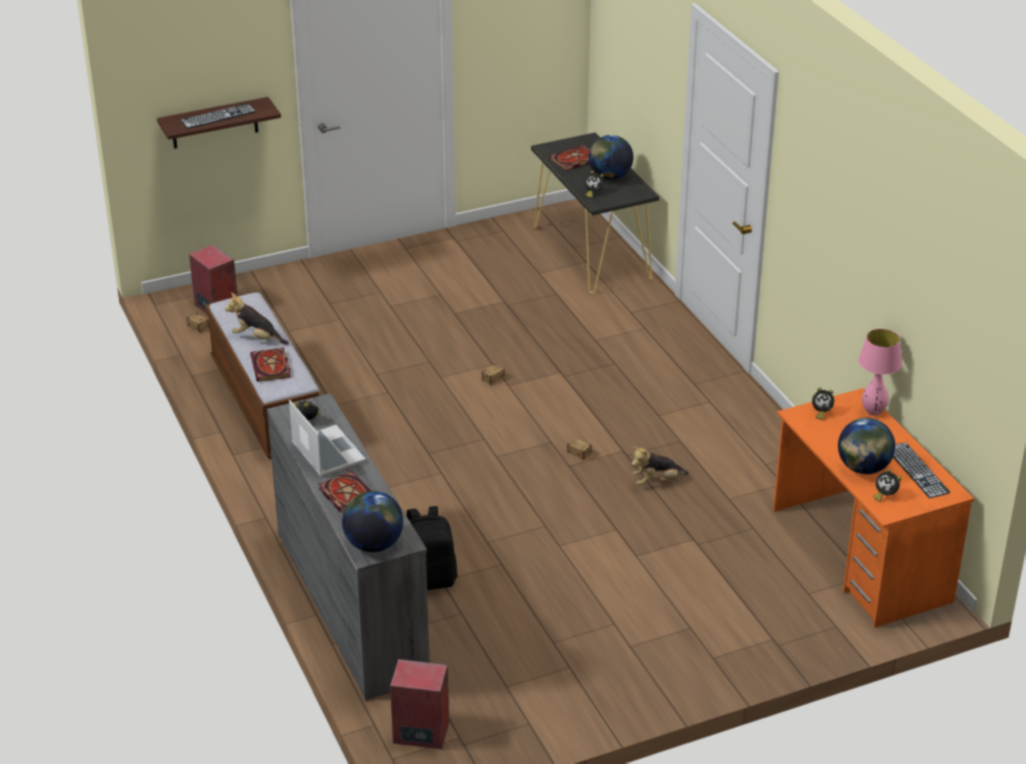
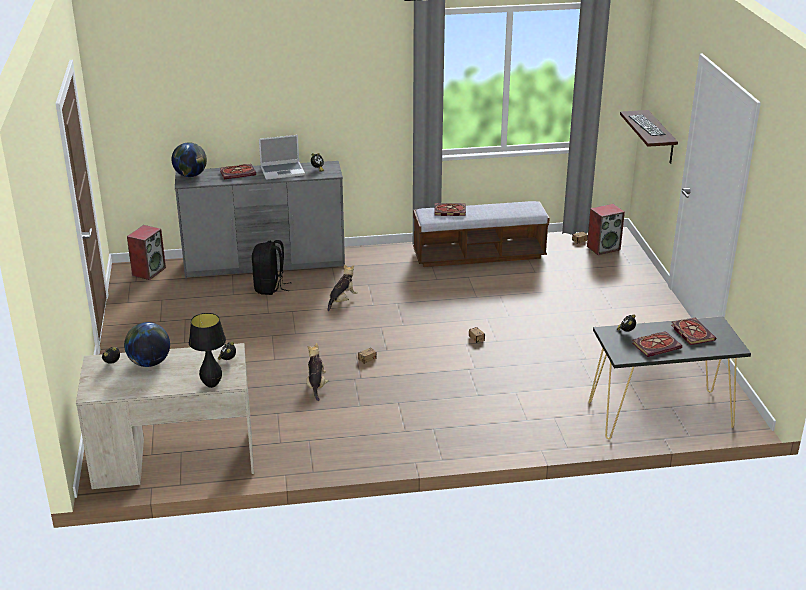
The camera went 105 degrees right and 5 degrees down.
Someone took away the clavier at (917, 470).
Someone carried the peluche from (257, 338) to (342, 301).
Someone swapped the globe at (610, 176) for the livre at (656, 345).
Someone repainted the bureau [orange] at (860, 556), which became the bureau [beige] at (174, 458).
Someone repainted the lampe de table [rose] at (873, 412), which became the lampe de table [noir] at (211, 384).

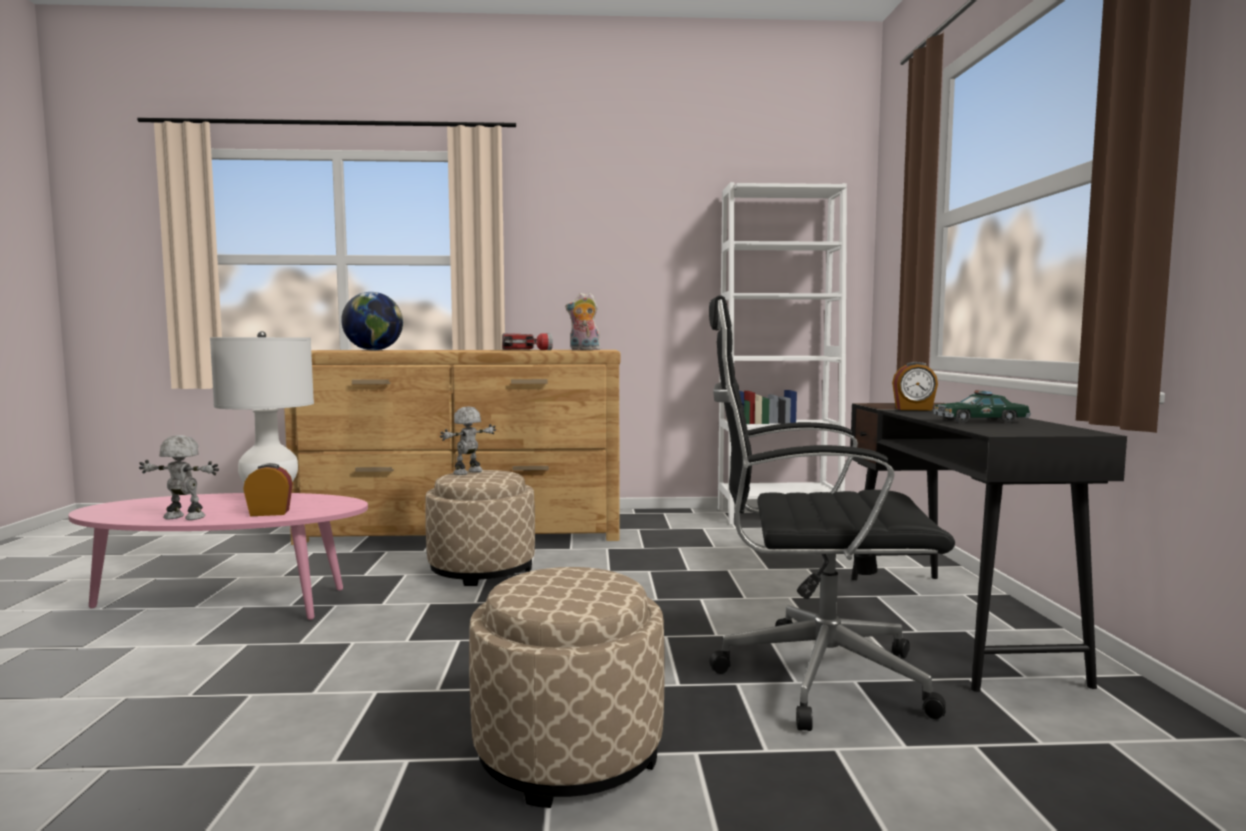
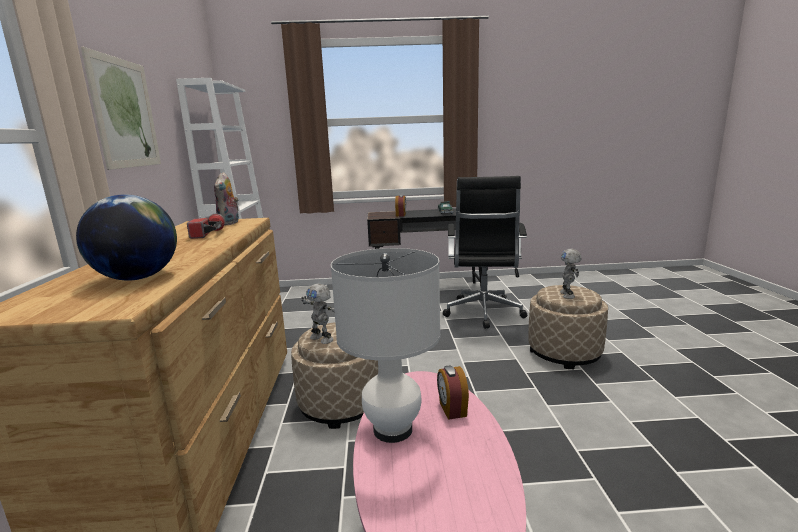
The camera went 90 degrees left and 10 degrees up.
Someone put up the tableau at (125, 113).
Someone carried the robot jouet from (183, 518) to (568, 295).

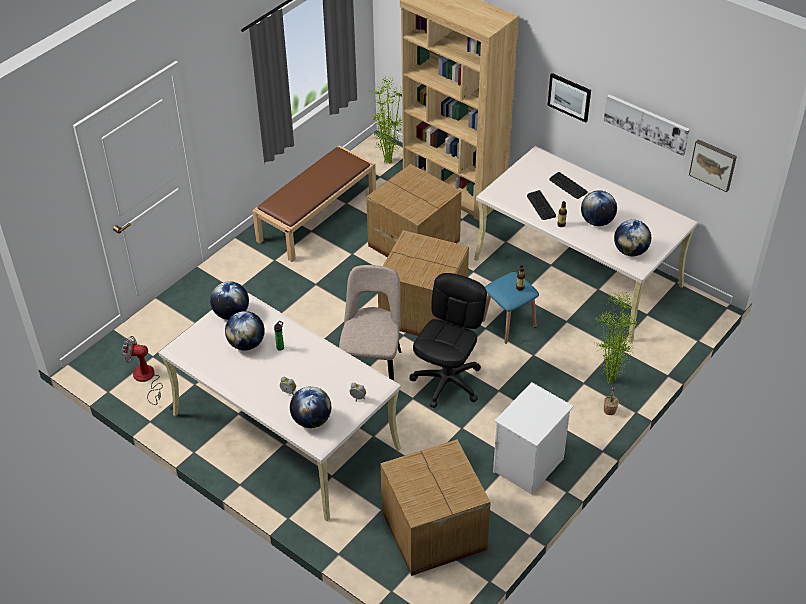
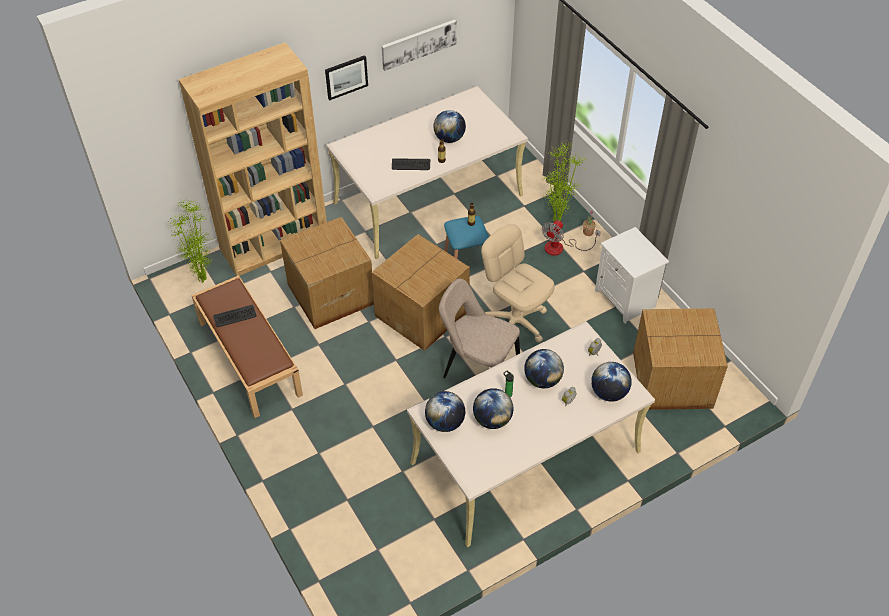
The camera went 70 degrees left and 5 degrees up.
Someone took away the tableau at (713, 164).
Someone carried the ventilateur from (146, 379) to (561, 248).
Someone carried the clavier from (567, 186) to (235, 316).
Someone carried the globe from (630, 251) to (542, 380).
Someone repainted the chaise de bureau [noir] at (447, 382), which became the chaise de bureau [beige] at (515, 322).

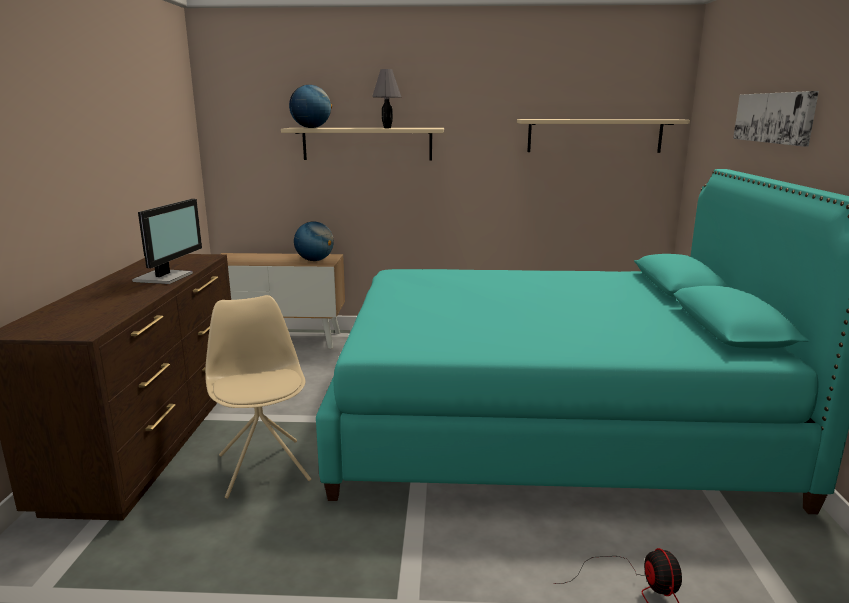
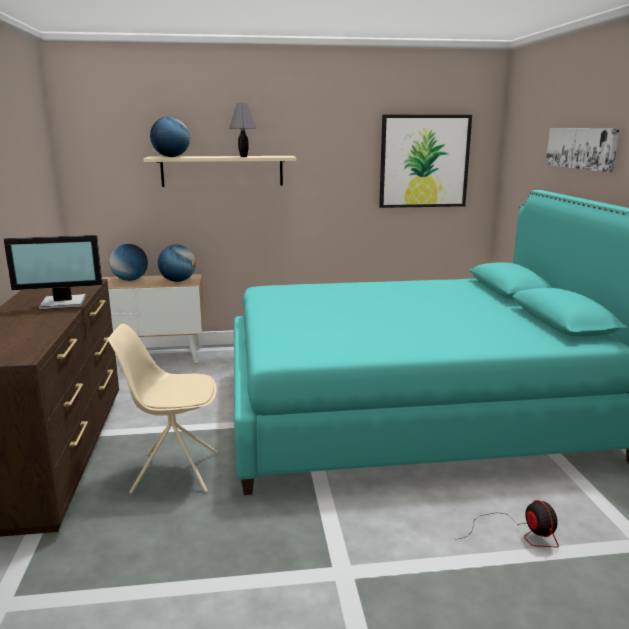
The camera went 10 degrees left and 0 degrees up.
Someone put down the globe at (130, 280).
Someone swapped the étagère [beige] at (594, 135) for the tableau at (424, 161).
Someone rotated the écran d'ordinateur at (166, 277) by 75 degrees clockwise.
Someone rotated the chaise [beige] at (263, 466) by 60 degrees counterclockwise.

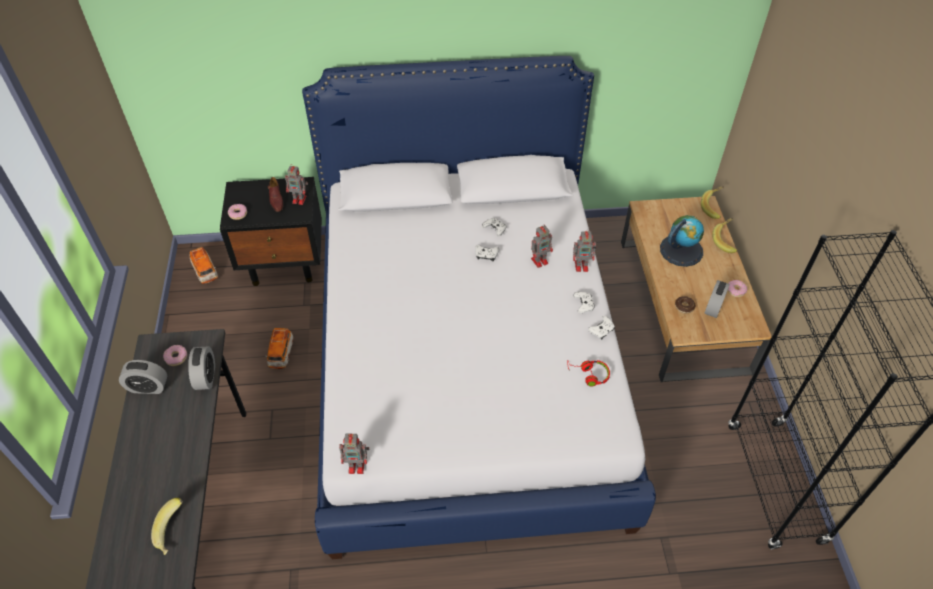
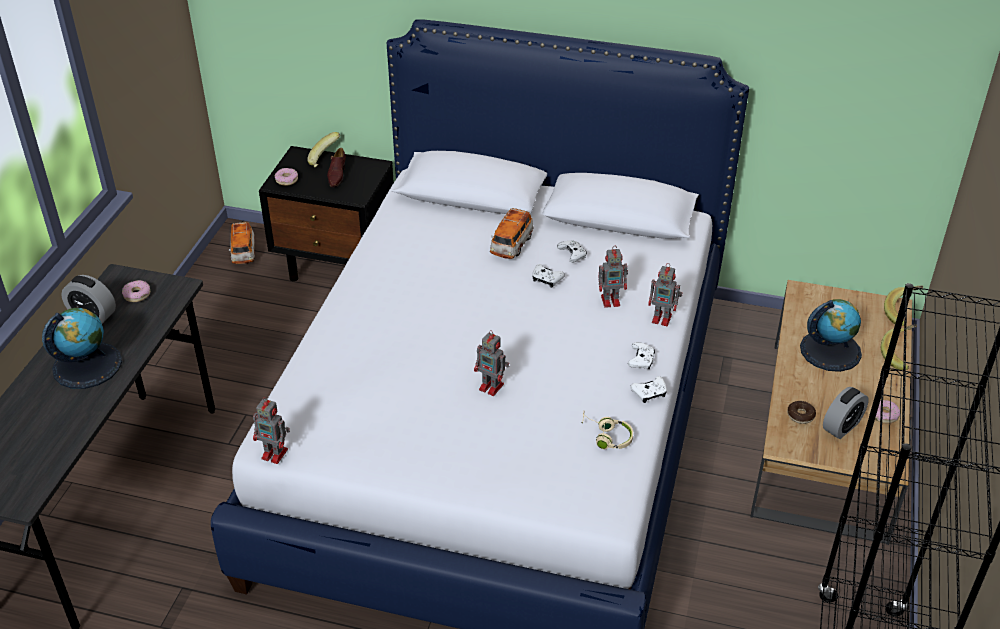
The camera went 20 degrees right and 10 degrees down.
Someone took away the réveil at (206, 377).
Someone put down the globe at (87, 365).
Someone carried the banane from (173, 532) to (325, 160).
Someone carried the petite voiture from (281, 354) to (511, 245).
Someone carried the robot jouet from (300, 199) to (492, 387).
Someone repainted the casque audio [rouge] at (588, 375), which became the casque audio [beige] at (606, 436).

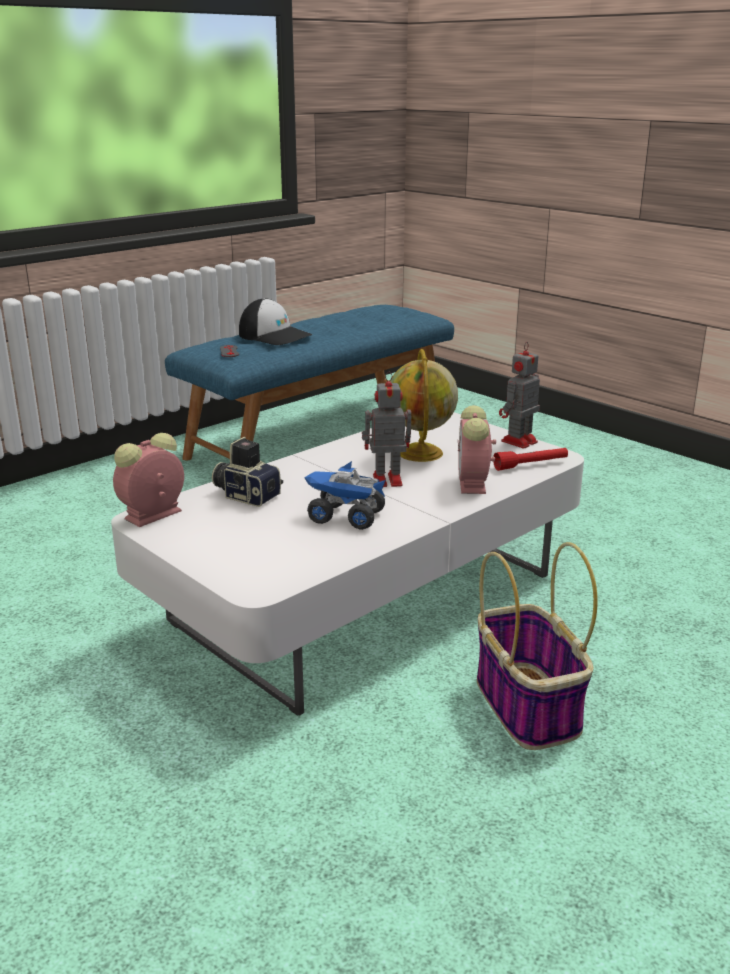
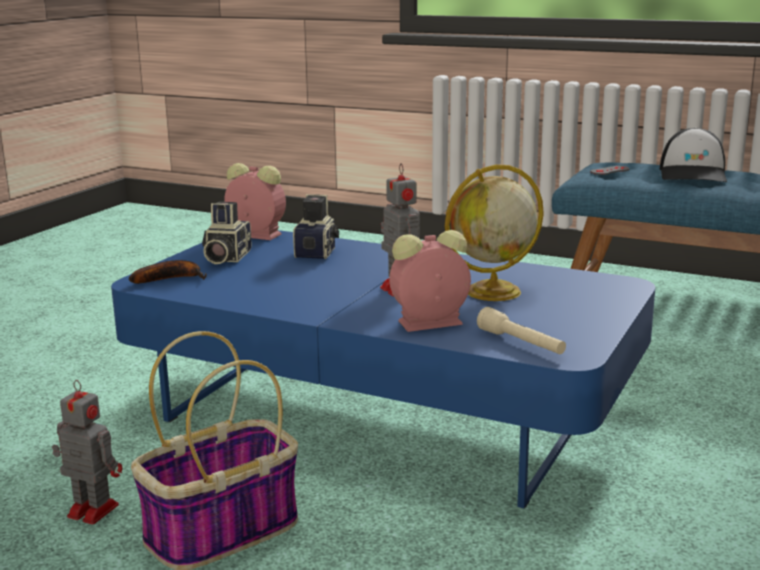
The camera went 70 degrees right and 5 degrees down.
Someone took away the camion jouet at (345, 517).
Someone put down the banane at (171, 279).
Someone put down the appareil photo at (225, 258).
Someone carried the robot jouet from (518, 442) to (91, 510).
Someone repainted the table basse [blanc] at (364, 598), which became the table basse [bleu] at (381, 412).
Someone repainted the lampe de poche [rouge] at (531, 465), which became the lampe de poche [beige] at (521, 343).

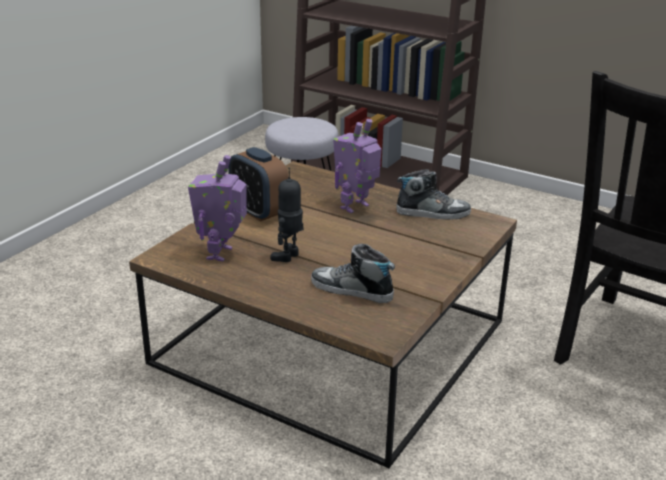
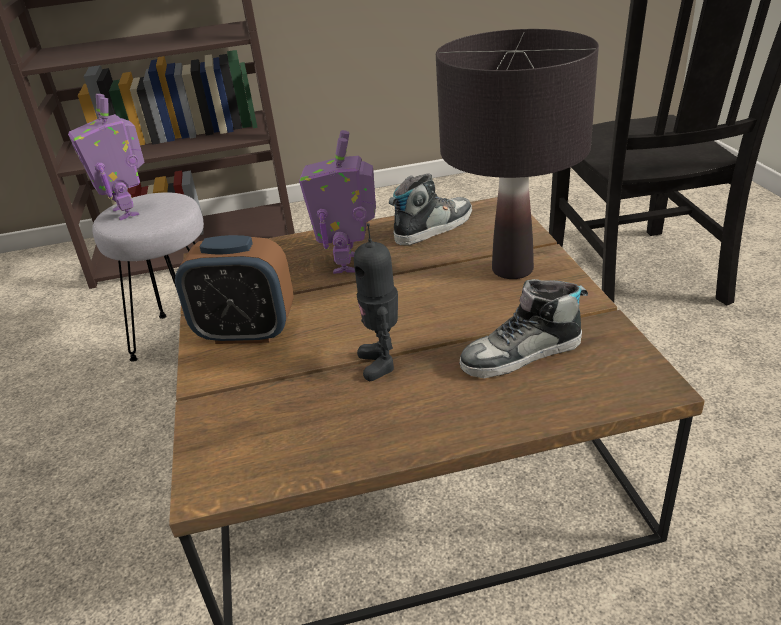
The camera went 40 degrees left and 5 degrees up.
Someone put down the lampe de table [noir] at (513, 269).
Someone carried the robot jouet from (221, 253) to (128, 211).

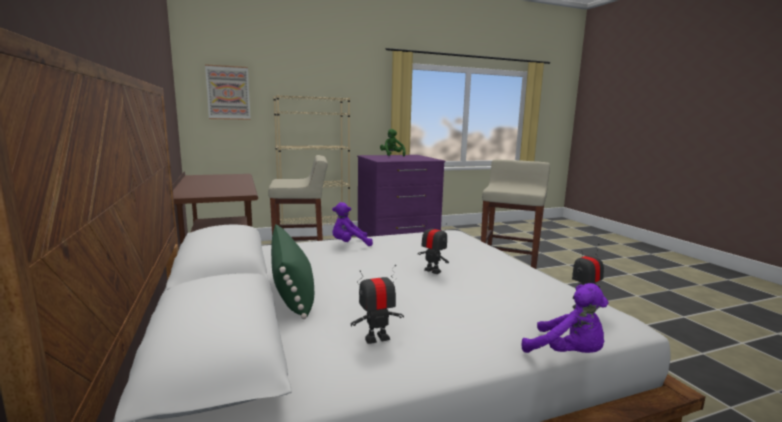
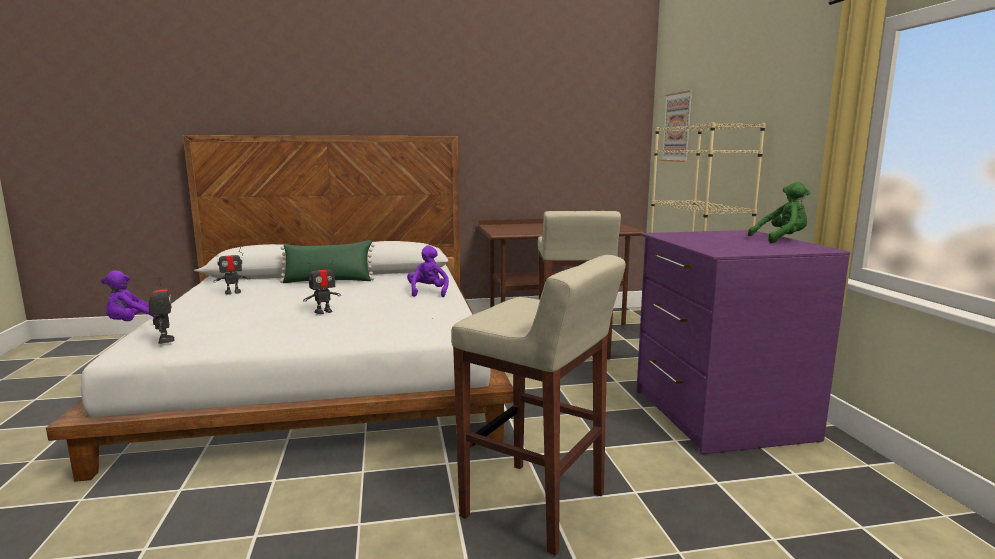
The camera went 100 degrees right and 0 degrees up.
Someone rotated the robot jouet at (377, 338) by 75 degrees clockwise.

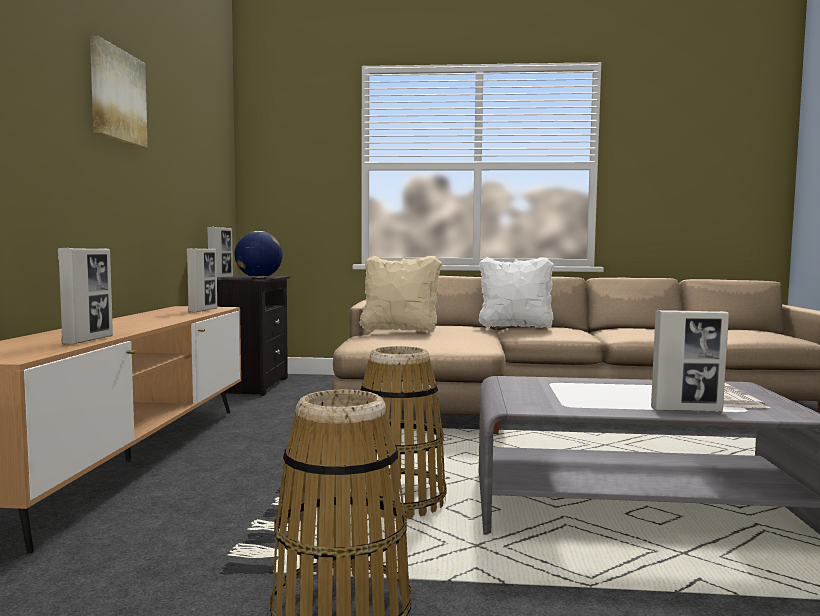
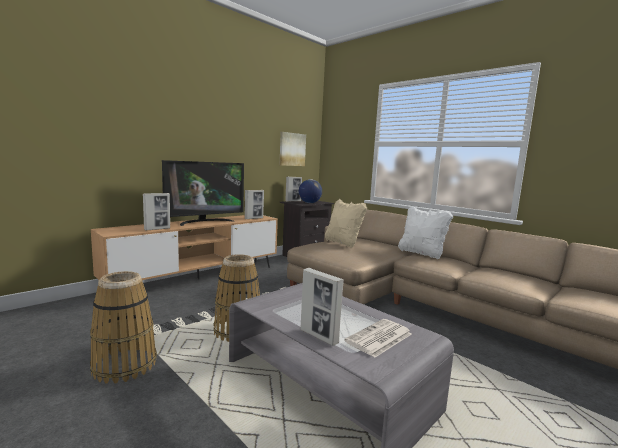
The camera went 40 degrees right and 5 degrees up.
Someone put down the téléviseur at (204, 222).
Someone carried the tableau from (116, 95) to (292, 149).

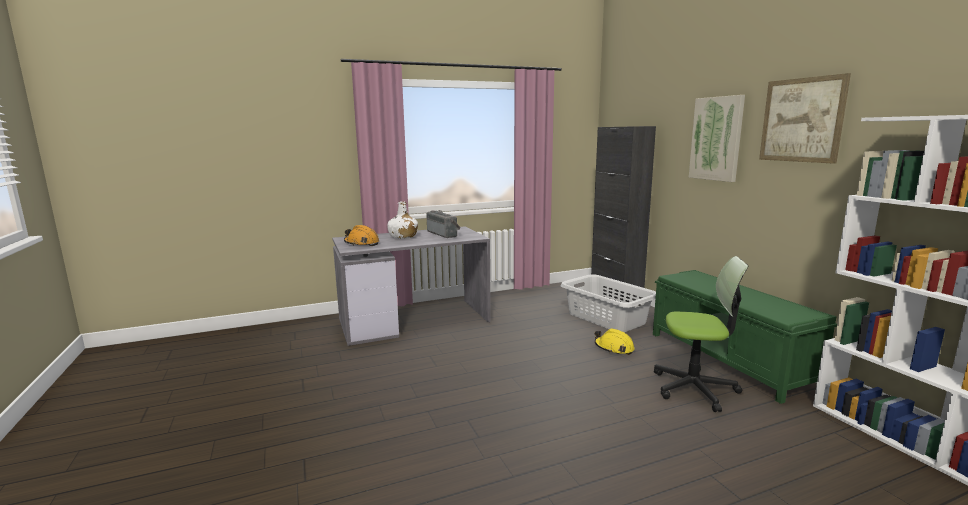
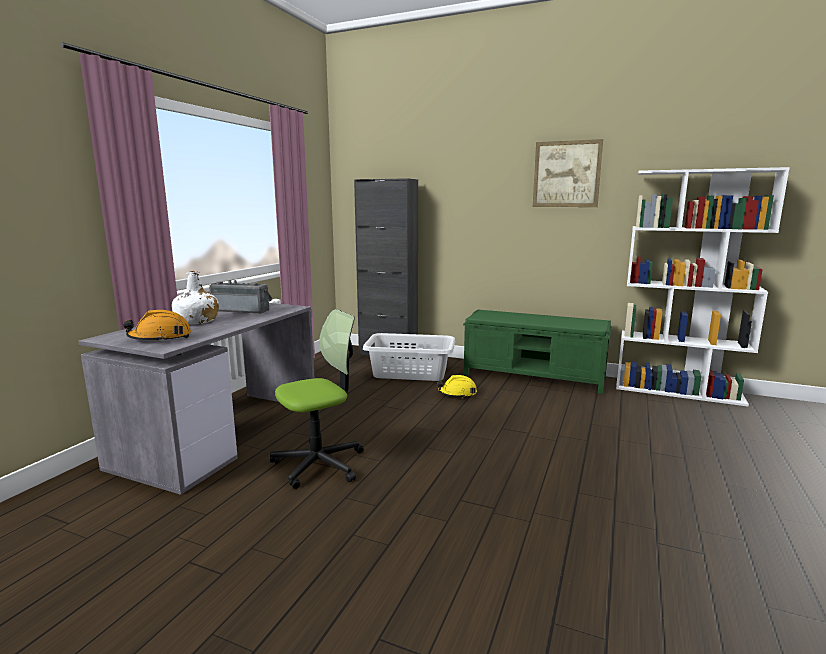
The camera went 45 degrees left and 0 degrees up.
Someone took away the tableau at (716, 138).
Someone carried the chaise de bureau from (694, 388) to (319, 464).

